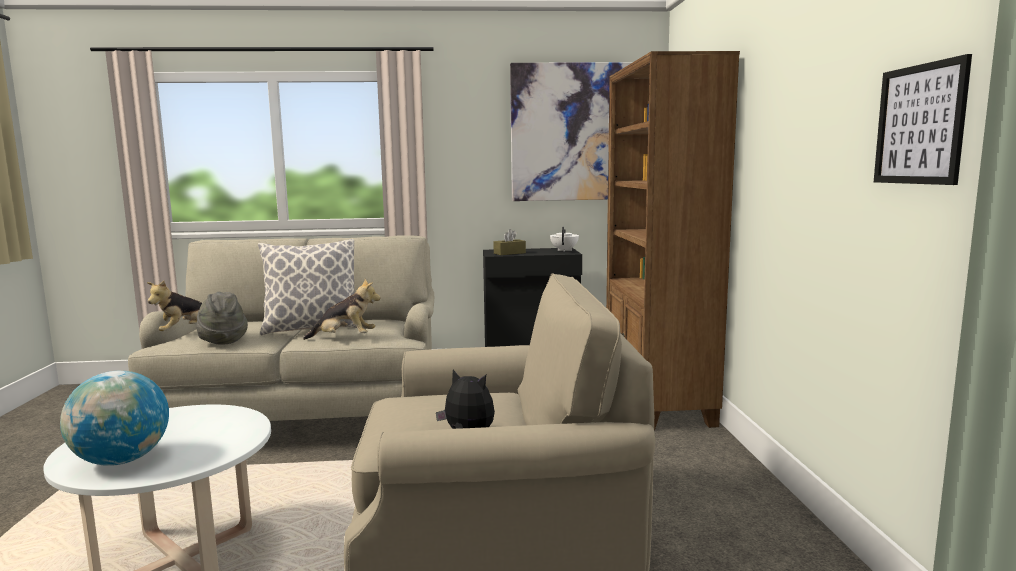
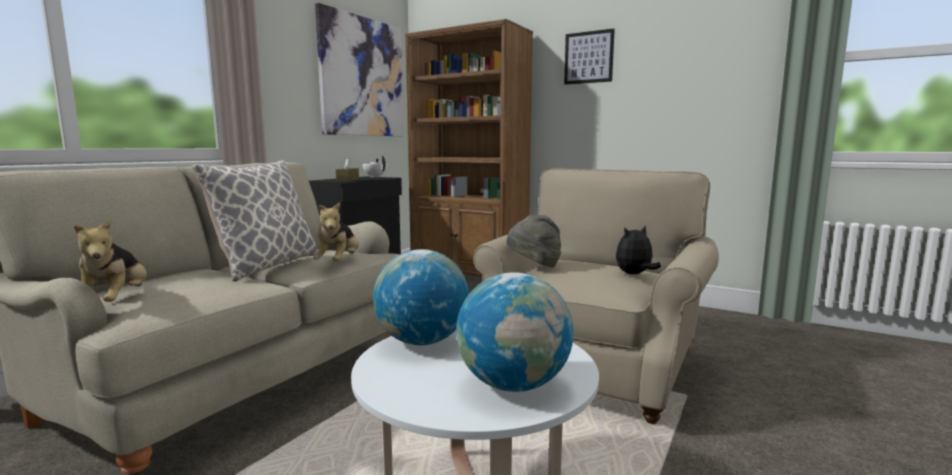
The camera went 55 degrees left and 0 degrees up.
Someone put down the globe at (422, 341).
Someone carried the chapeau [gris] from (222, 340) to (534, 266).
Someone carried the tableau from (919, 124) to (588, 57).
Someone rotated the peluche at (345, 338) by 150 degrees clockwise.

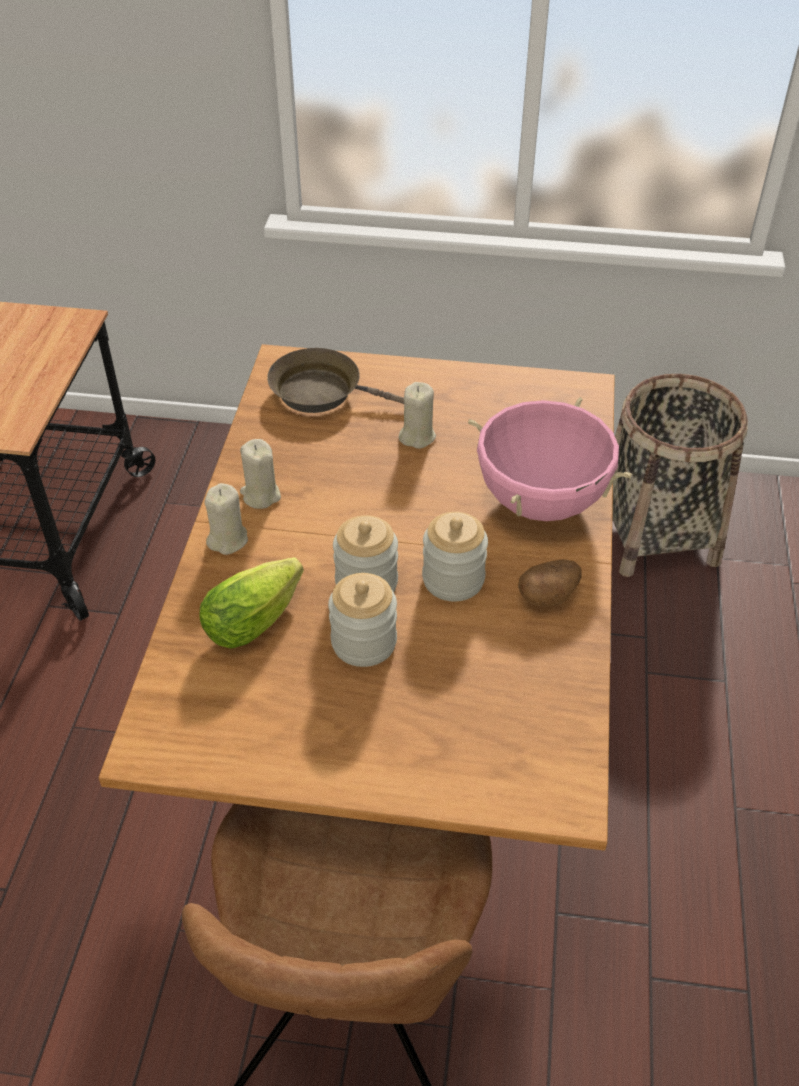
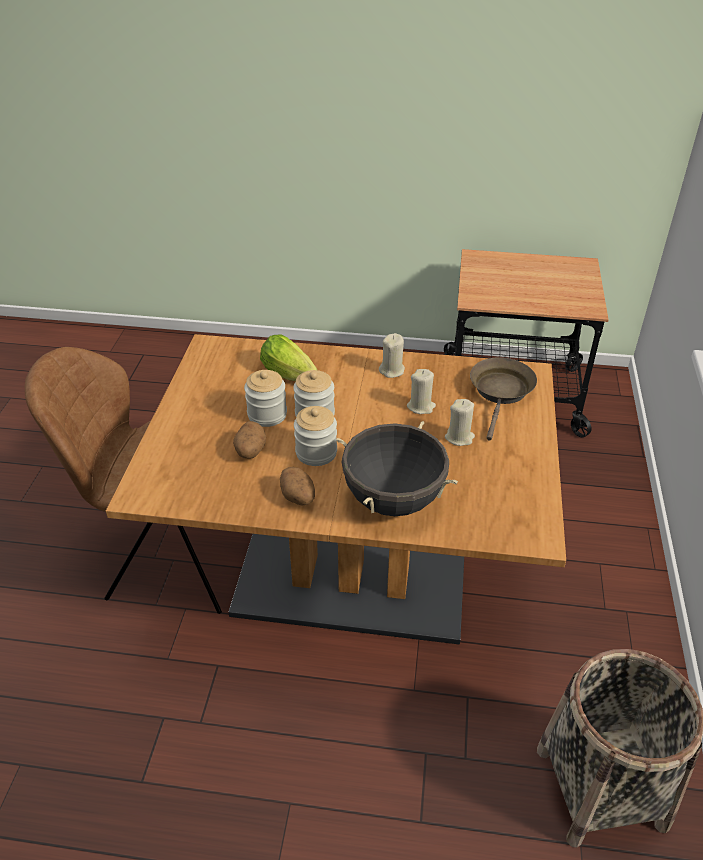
The camera went 90 degrees right and 5 degrees down.
Someone put down the pomme de terre at (250, 451).
Someone carried the bougie [beige] from (228, 539) to (421, 406).
Someone repainted the marmite [rose] at (541, 502), which became the marmite [noir] at (393, 500).

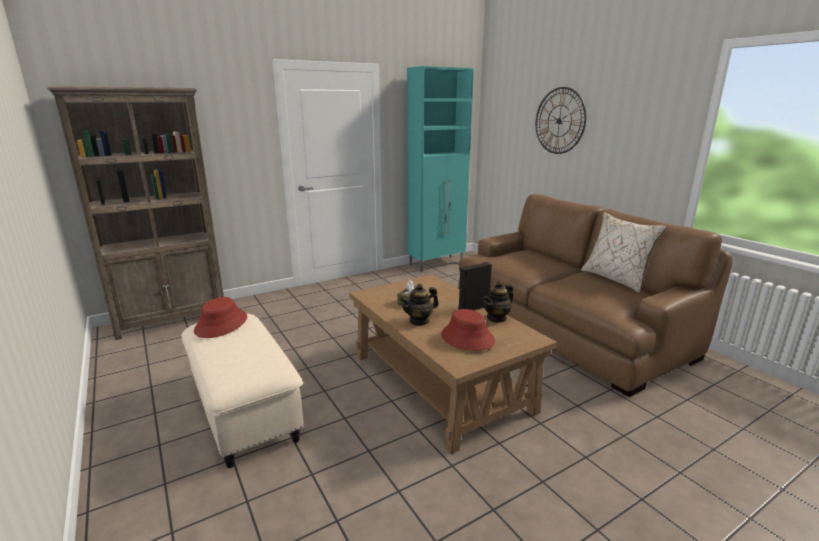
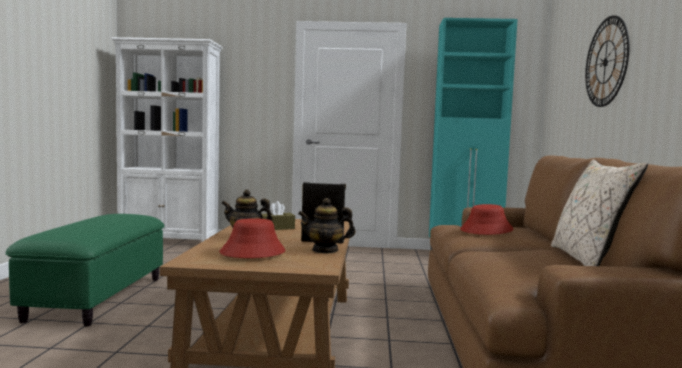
The camera went 35 degrees right and 15 degrees down.
Someone carried the chapeau [rouge] from (221, 324) to (487, 230).
Someone repainted the bibliothèque [marron] at (173, 319), which became the bibliothèque [blanc] at (169, 242).
Someone repainted the pouf [beige] at (243, 411), which became the pouf [vert] at (97, 298).

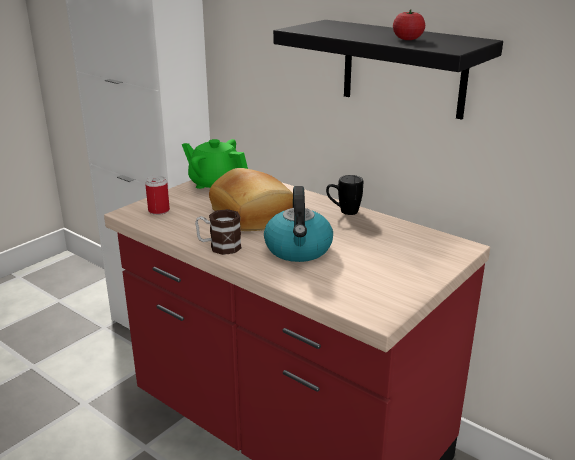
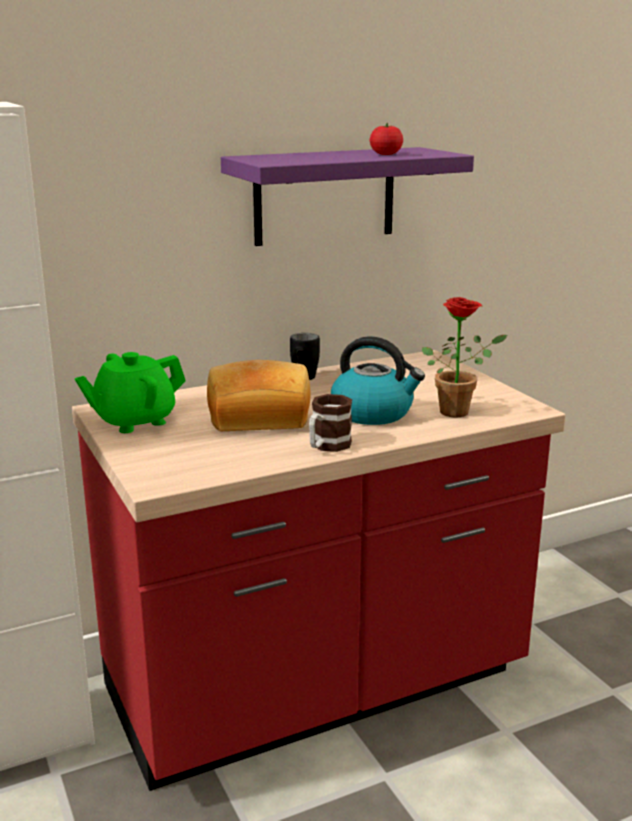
The camera went 65 degrees left and 5 degrees down.
Someone took away the boîte métallique at (159, 211).
Someone put down the plante en pot at (459, 411).
Someone repainted the étagère [noir] at (403, 68), which became the étagère [violet] at (324, 196).

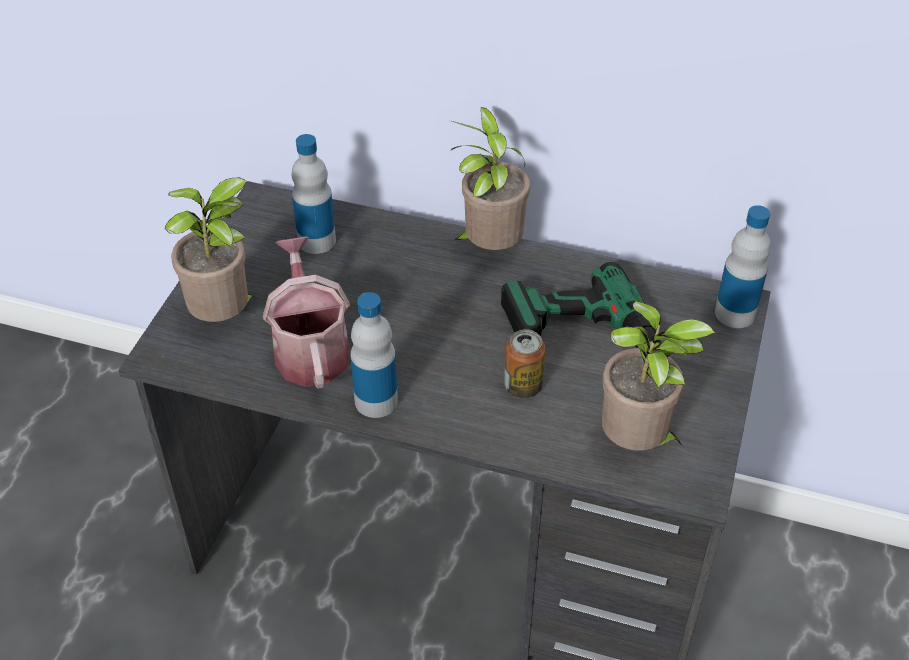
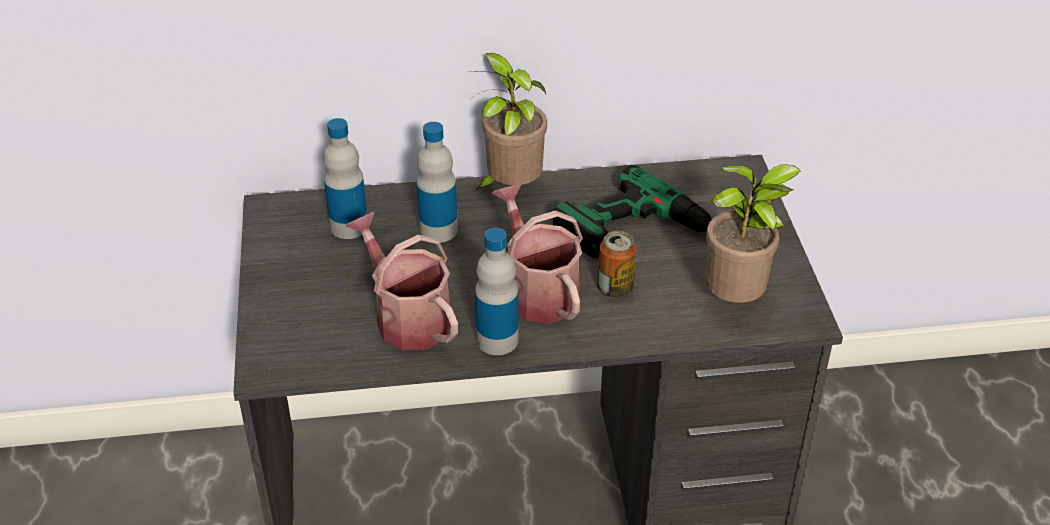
The camera went 25 degrees left and 5 degrees down.
Someone took away the plante en pot at (225, 317).
Someone put down the arrosoir at (538, 290).
Someone carried the bouteille from (735, 313) to (438, 230).

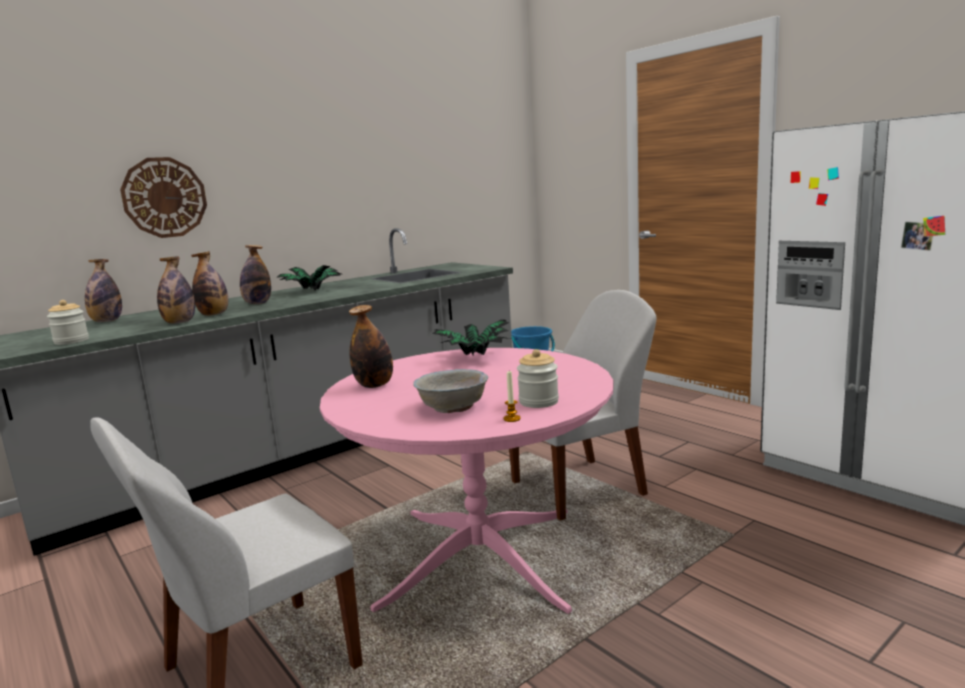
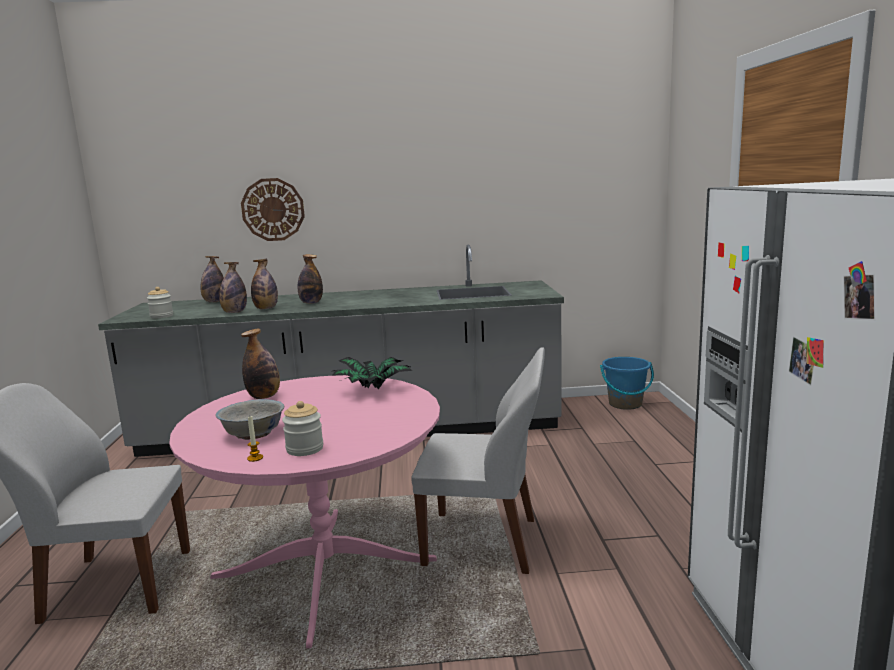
The camera went 35 degrees right and 0 degrees up.
Someone took away the plante en pot at (311, 291).

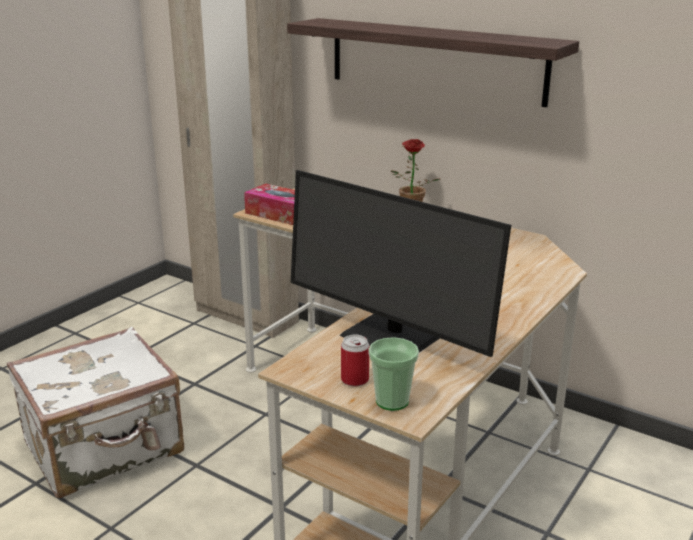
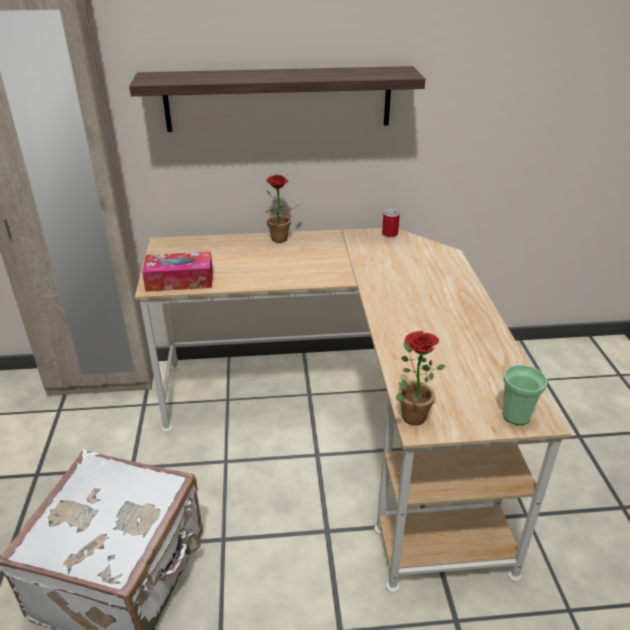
The camera went 40 degrees left and 10 degrees up.
Someone took away the écran d'ordinateur at (393, 334).
Someone put down the plante en pot at (410, 413).
Someone carried the boîte métallique from (355, 380) to (390, 234).

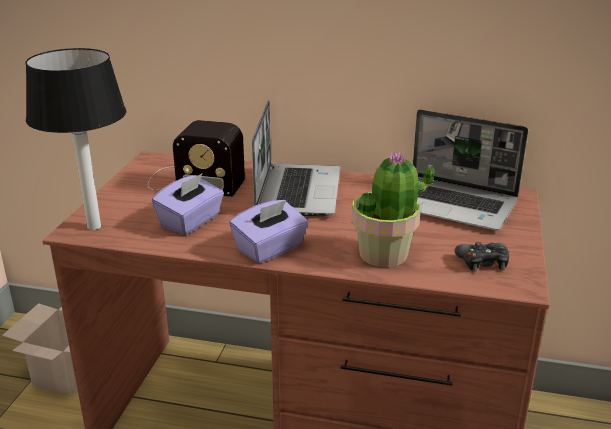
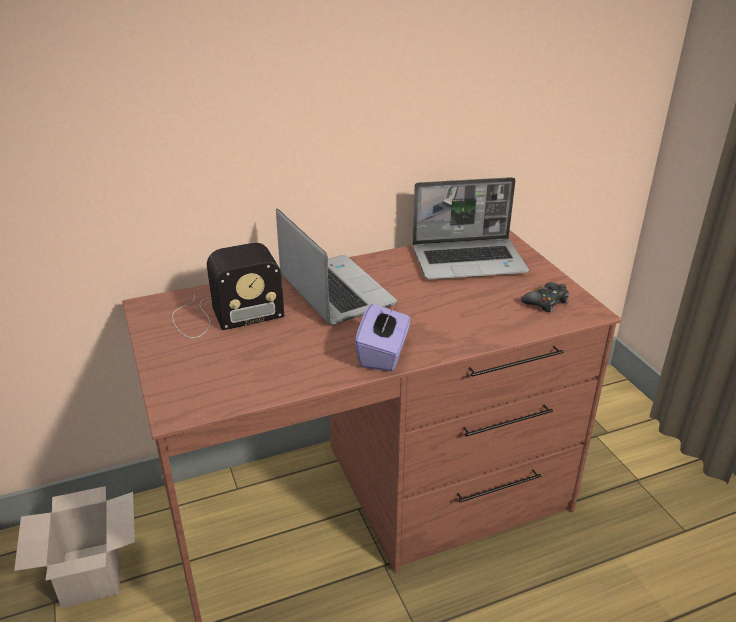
The camera went 35 degrees left and 5 degrees up.
Someone took away the lampe de table at (93, 227).
Someone took away the boîte à mouchoirs [violet] at (191, 221).
Someone took away the plante en pot at (384, 254).

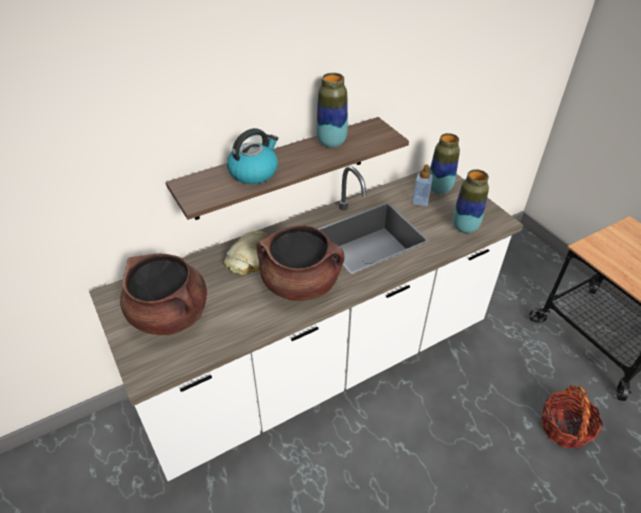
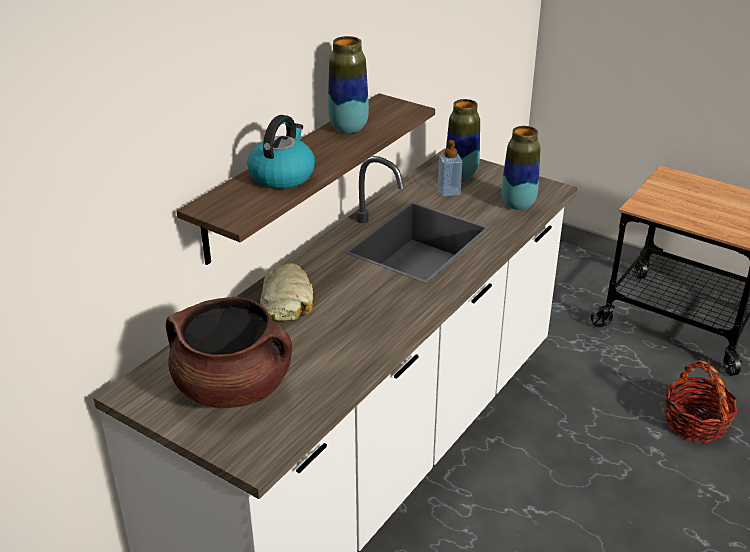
The camera went 25 degrees left and 10 degrees down.
Someone took away the marmite [marron] at (301, 284).

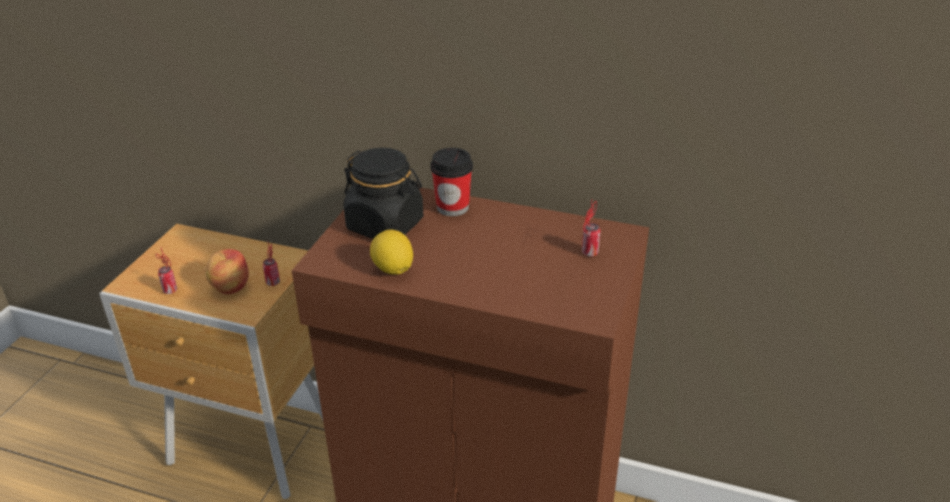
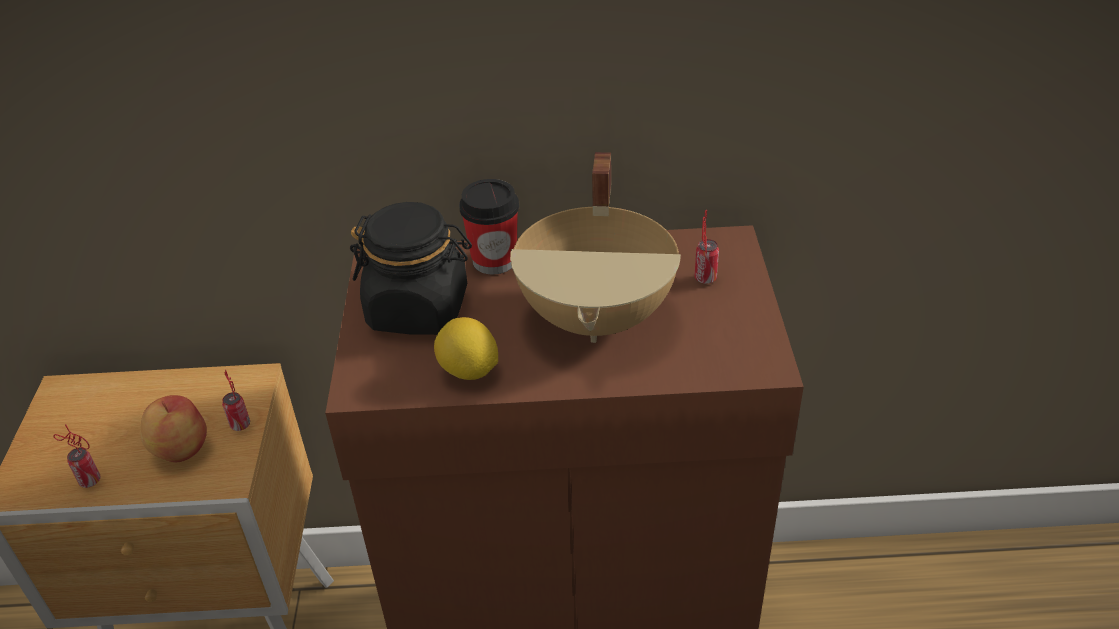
The camera went 20 degrees left and 5 degrees up.
Someone put down the marmite [beige] at (599, 316).

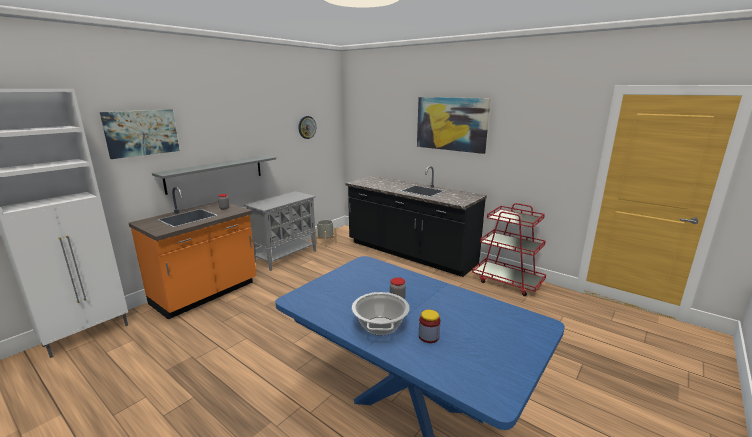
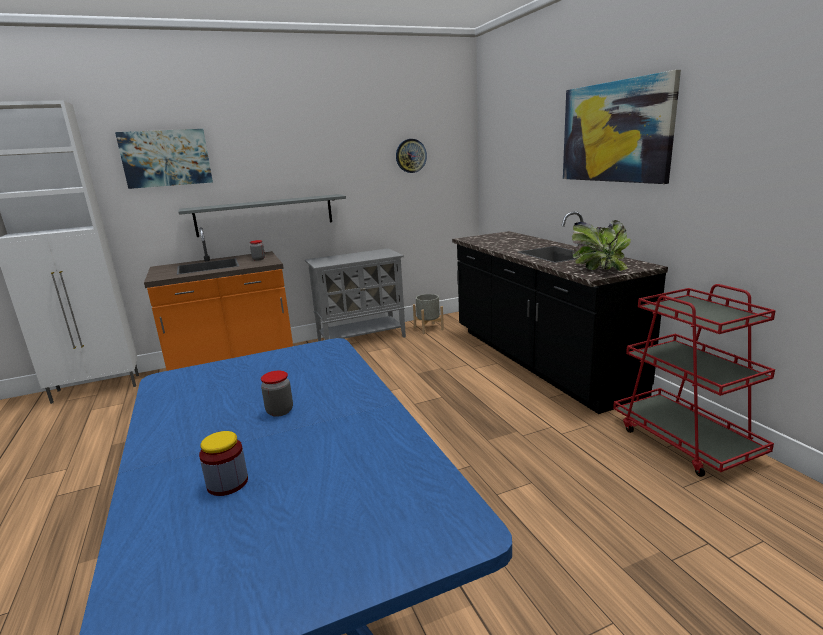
The camera went 30 degrees right and 0 degrees up.
Someone took away the marmite at (380, 326).
Someone put down the plante en pot at (599, 269).

